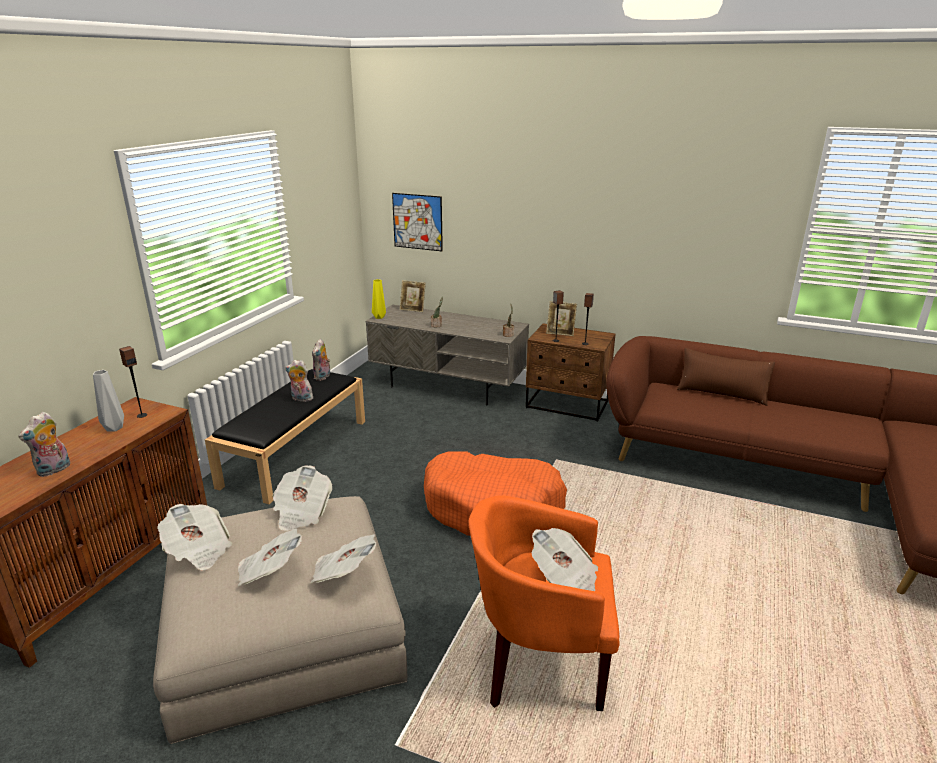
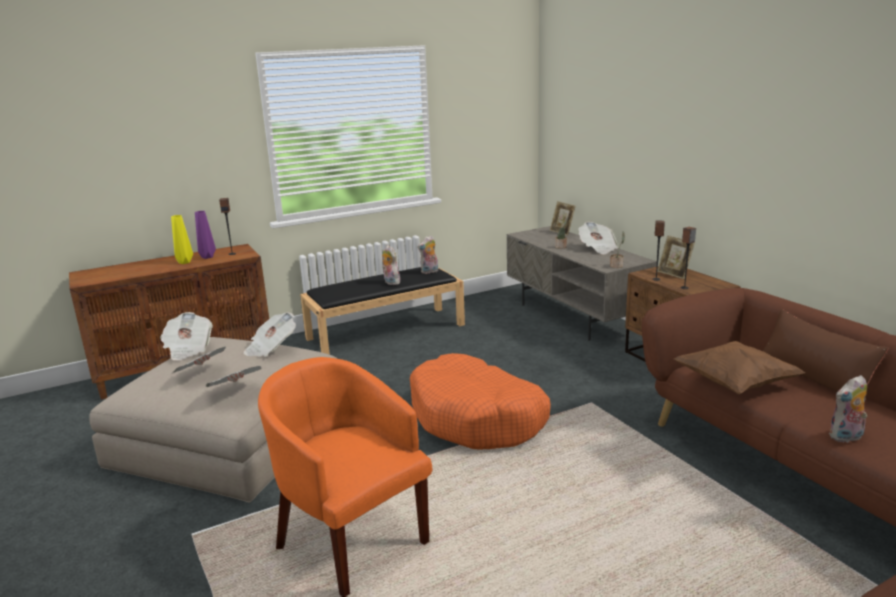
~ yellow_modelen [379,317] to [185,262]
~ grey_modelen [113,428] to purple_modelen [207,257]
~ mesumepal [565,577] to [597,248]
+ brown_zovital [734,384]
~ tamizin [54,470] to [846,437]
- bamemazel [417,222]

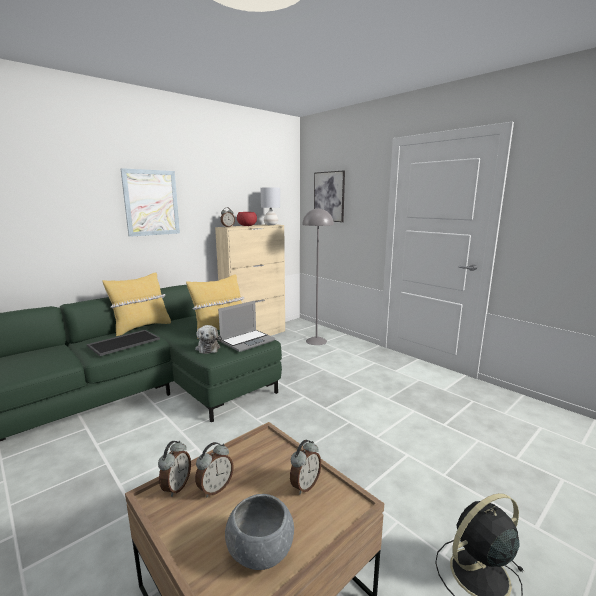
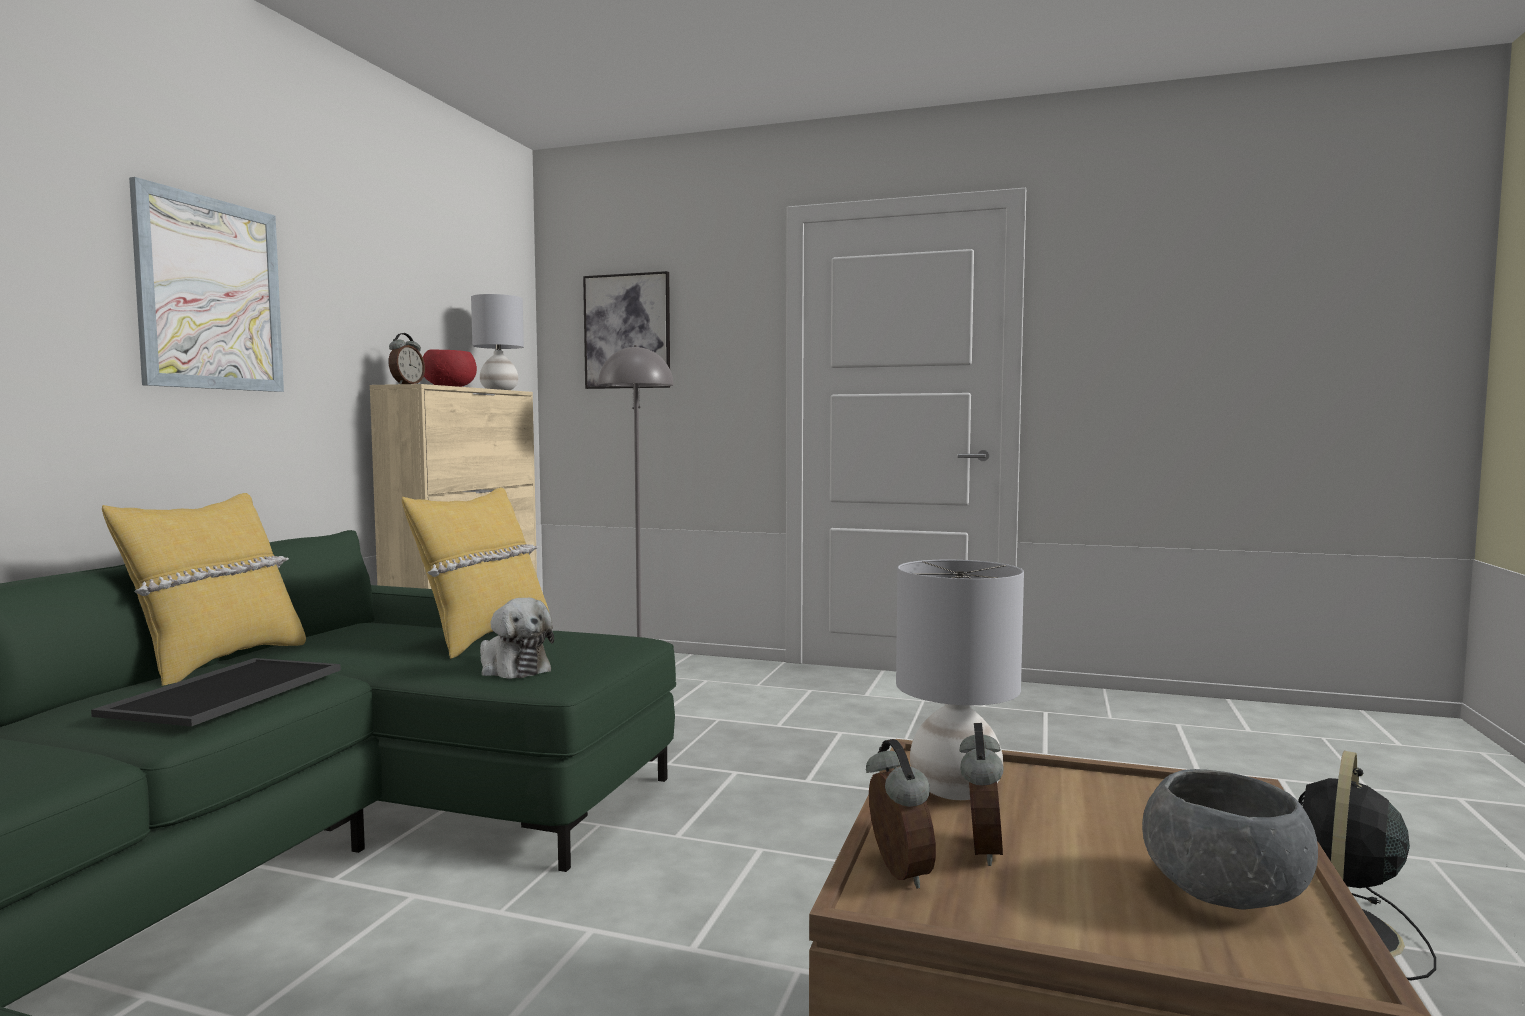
+ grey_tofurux [955,791]
- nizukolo [247,341]
- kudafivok [304,485]

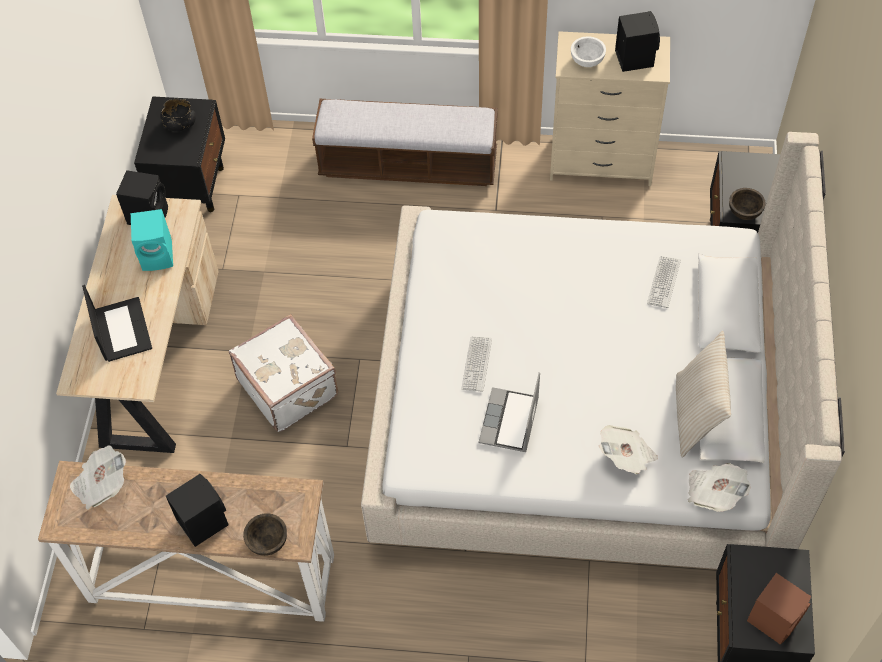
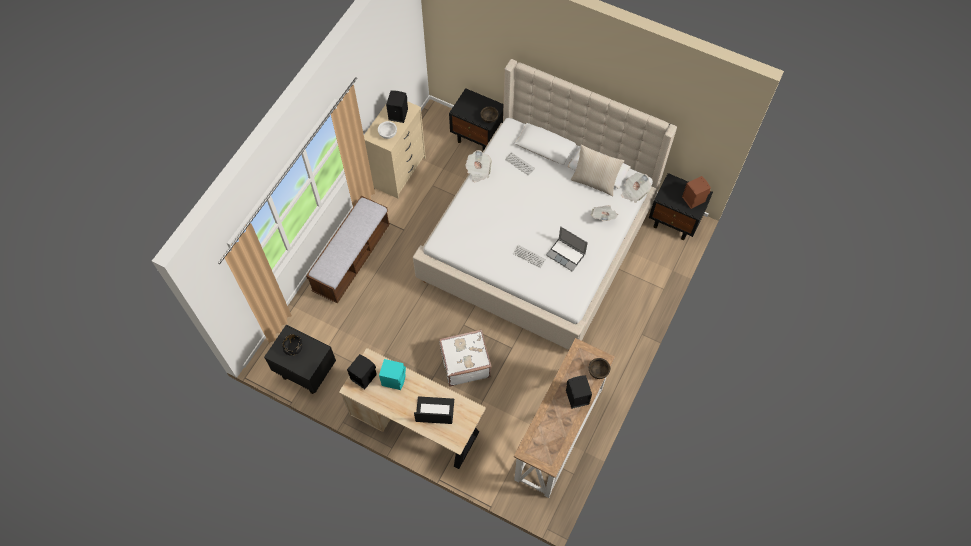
~ mesumepal [101,484] to [478,171]

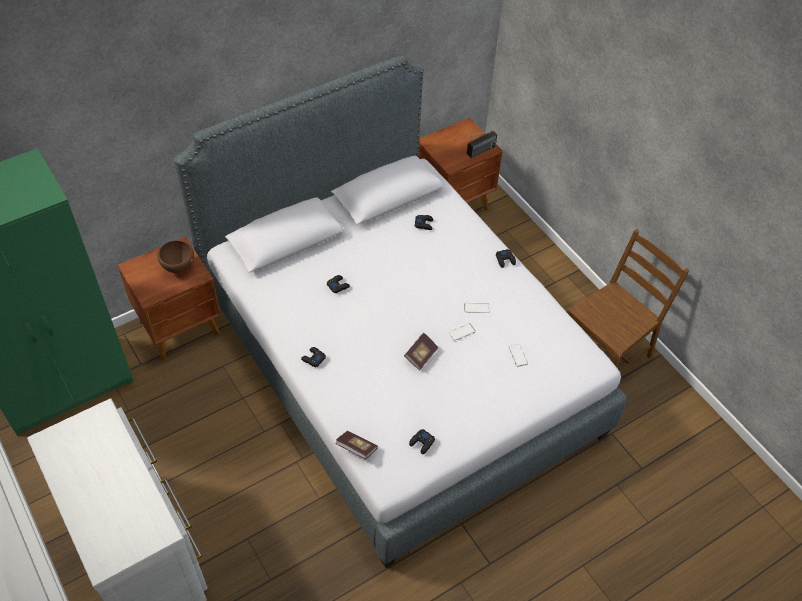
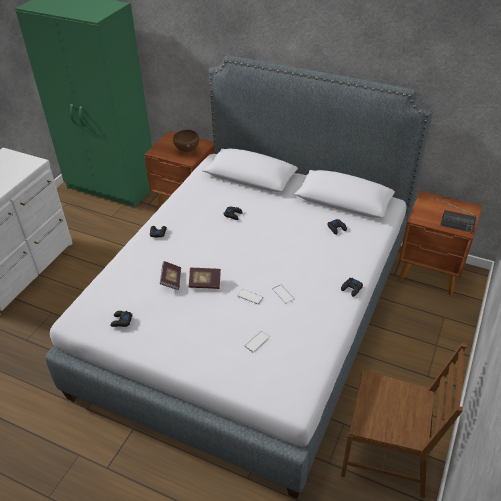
~ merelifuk [356,448] to [171,280]

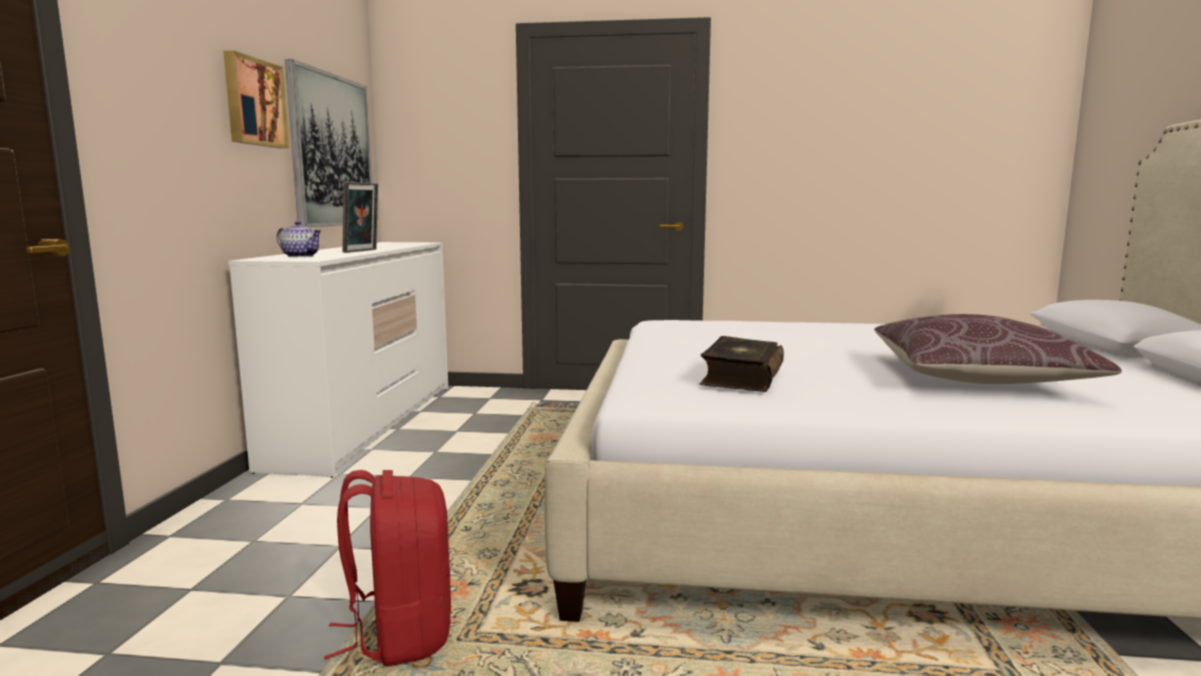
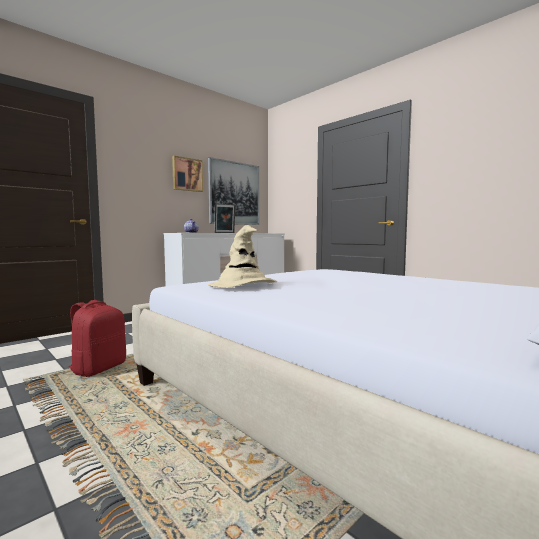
~ merelifuk [740,378] to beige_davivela [243,285]
- brown_zovital [976,379]

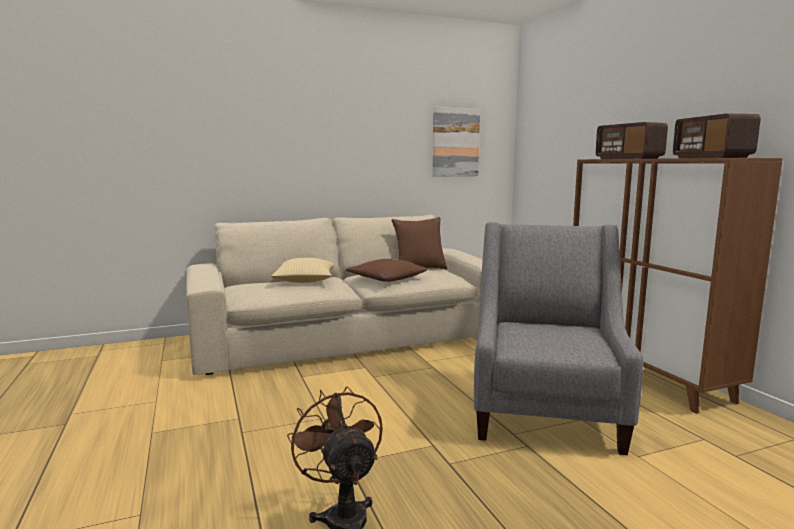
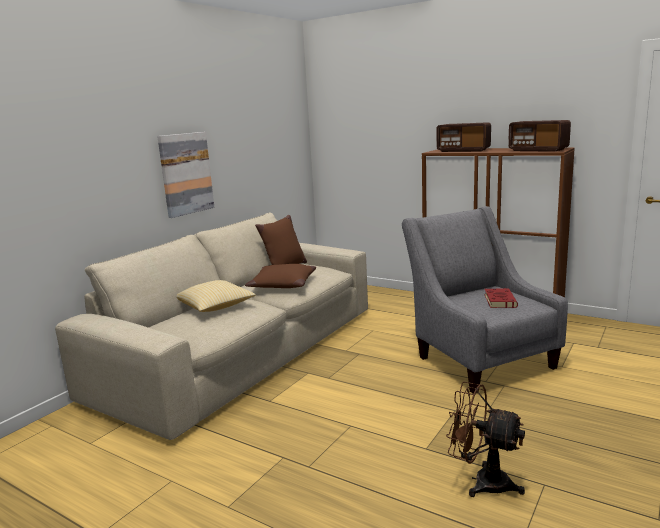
~ bamemazel [455,142] to [185,173]
+ red_merelifuk [499,300]

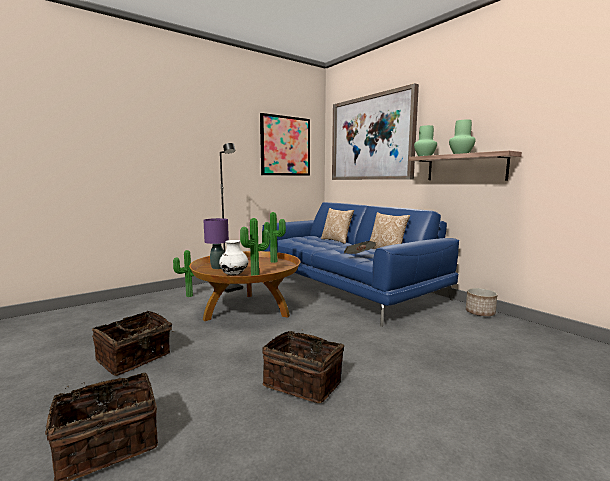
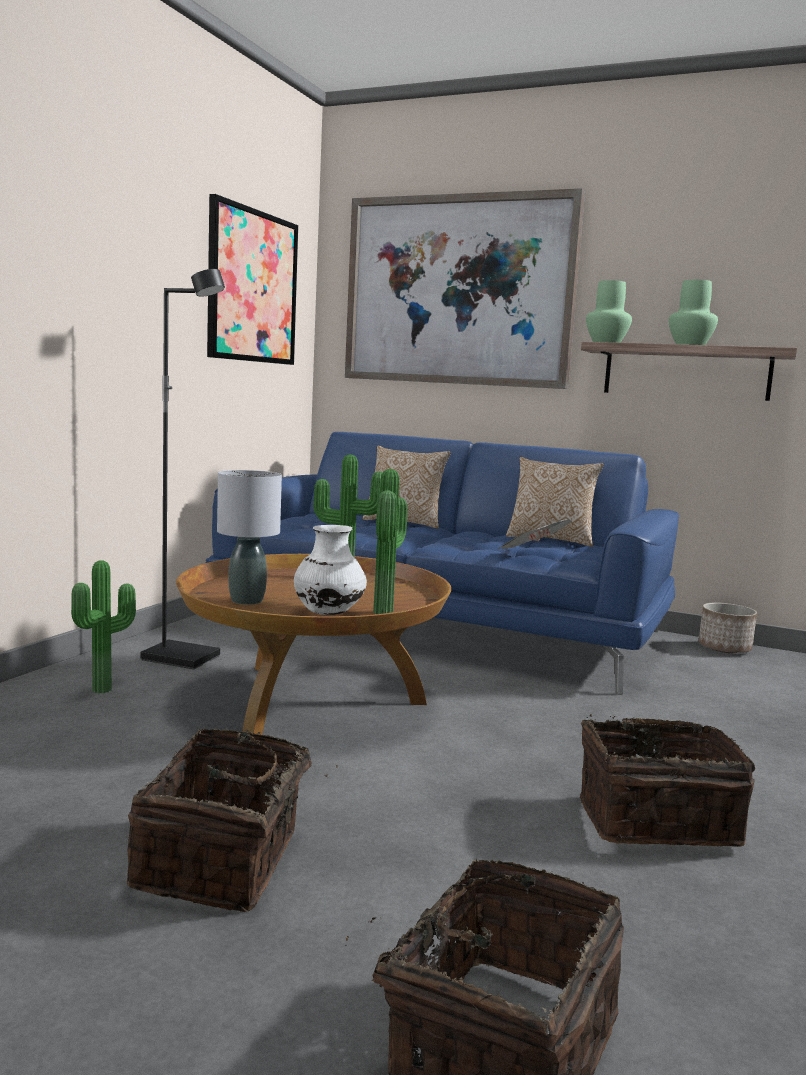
~ purple_tofurux [217,267] to grey_tofurux [246,601]

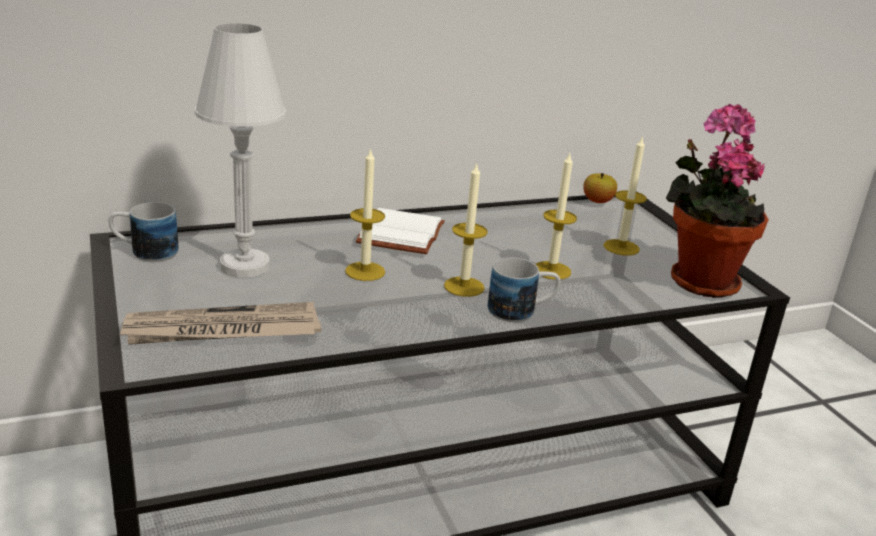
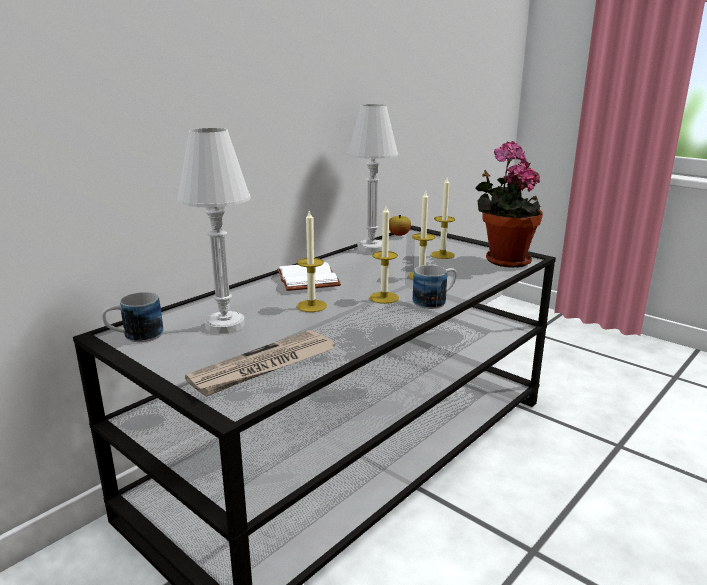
+ white_tofurux [371,248]

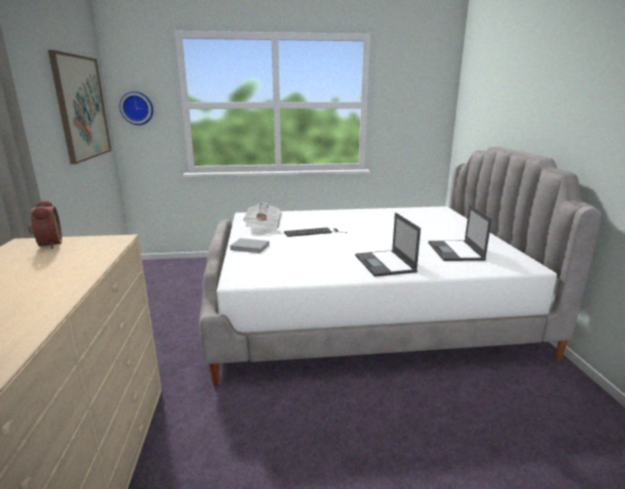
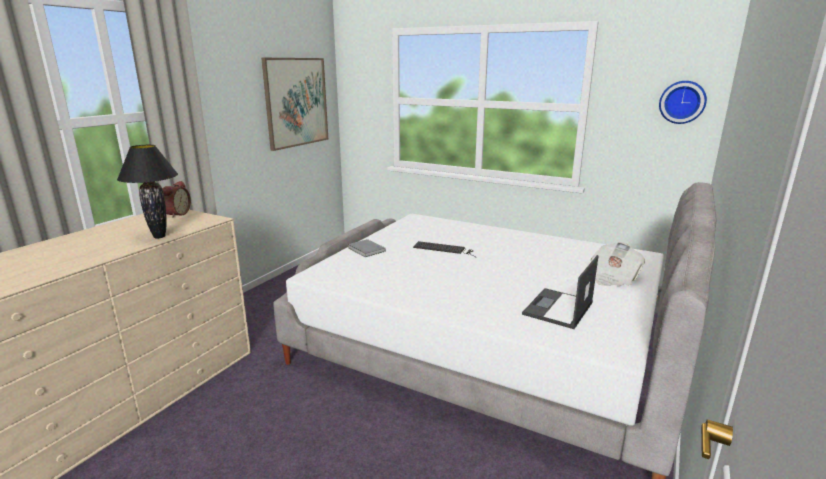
+ black_tofurux [159,236]
~ mesumepal [262,230] to [613,277]
~ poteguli [137,108] to [682,102]
- nizukolo [385,264]

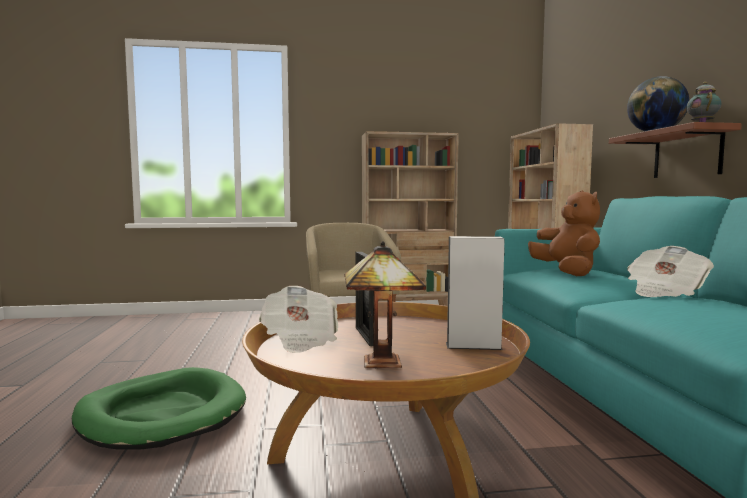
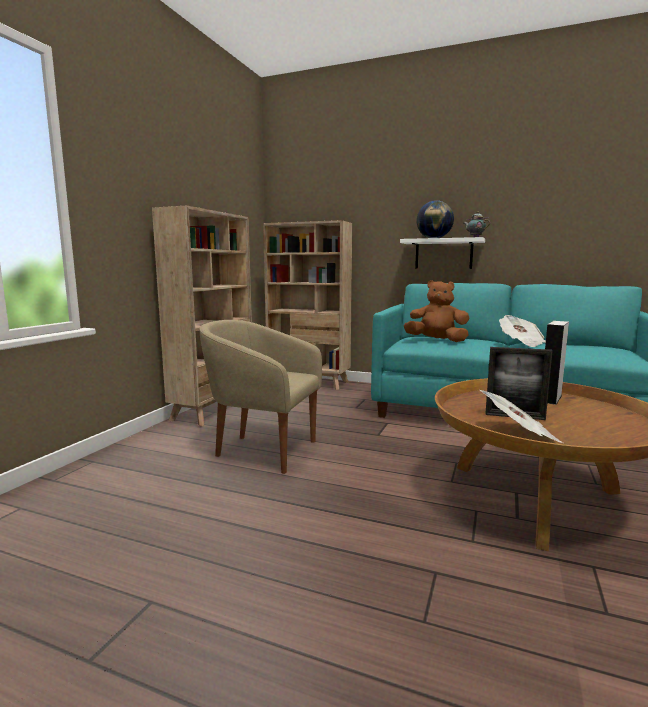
~ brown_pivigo [687,154] to white_pivigo [443,254]
- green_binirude [162,414]
- tofurux [379,361]

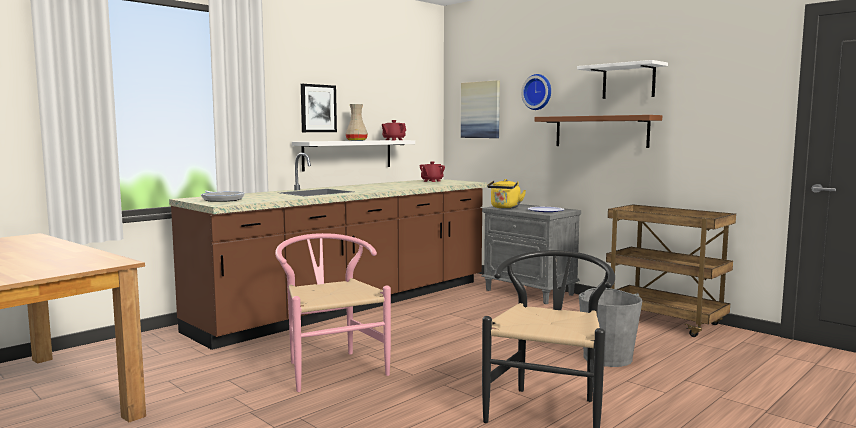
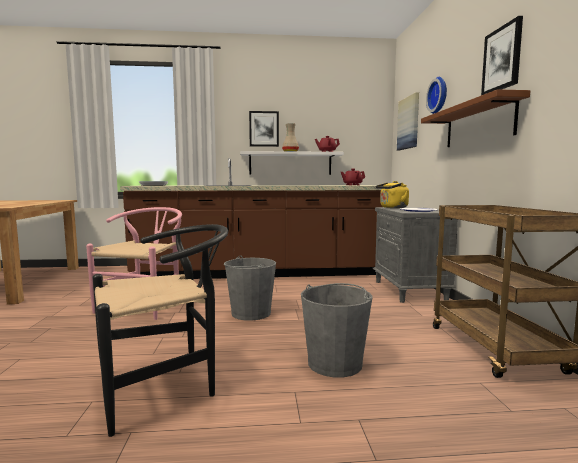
+ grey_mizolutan [250,313]
~ white_pivigo [628,81] to bamemazel [502,58]

